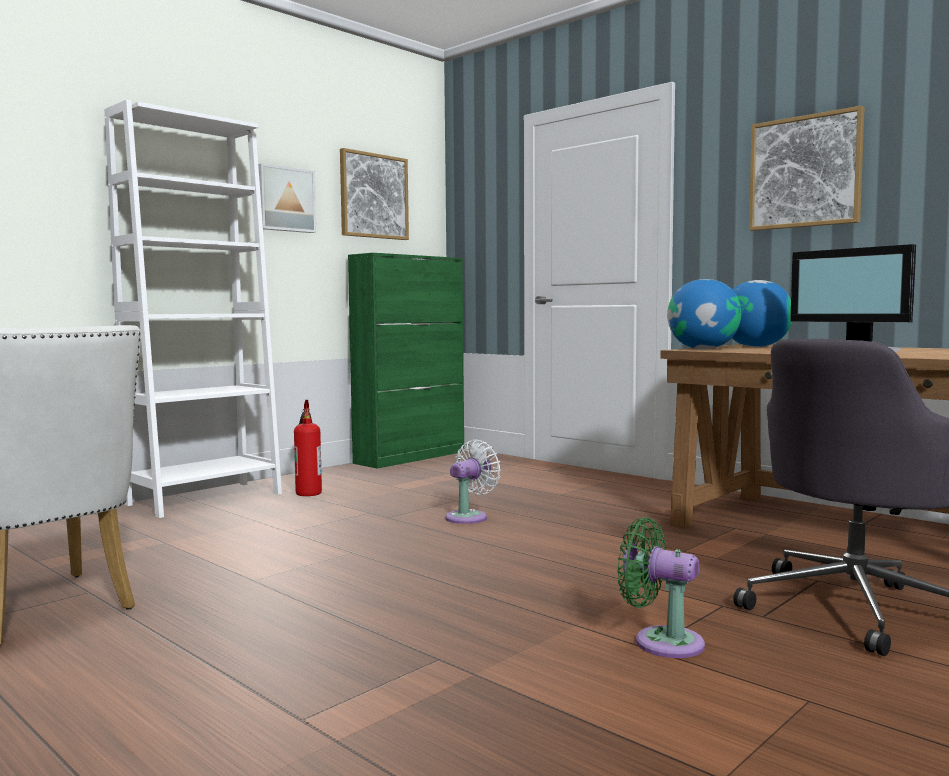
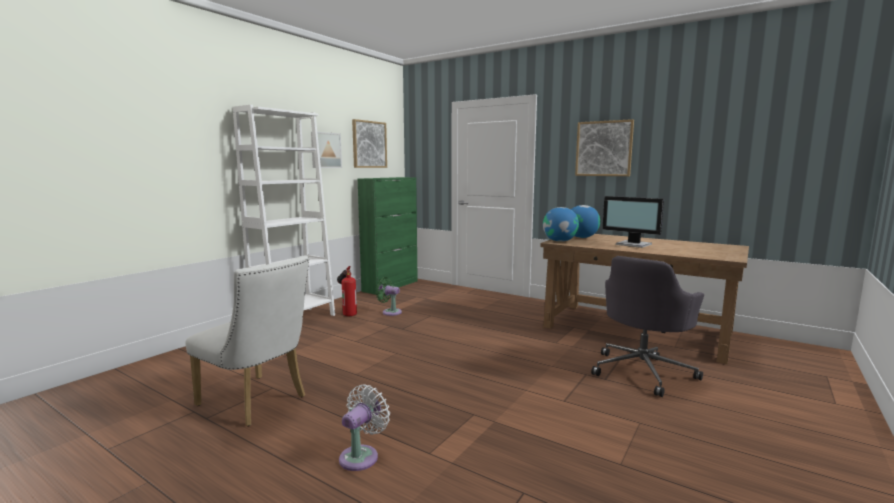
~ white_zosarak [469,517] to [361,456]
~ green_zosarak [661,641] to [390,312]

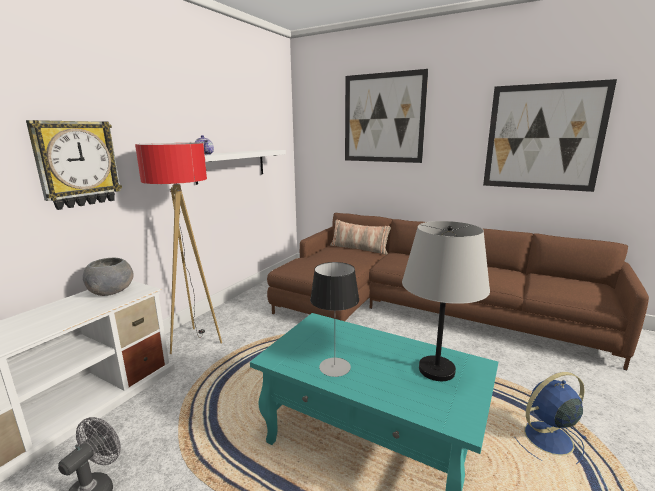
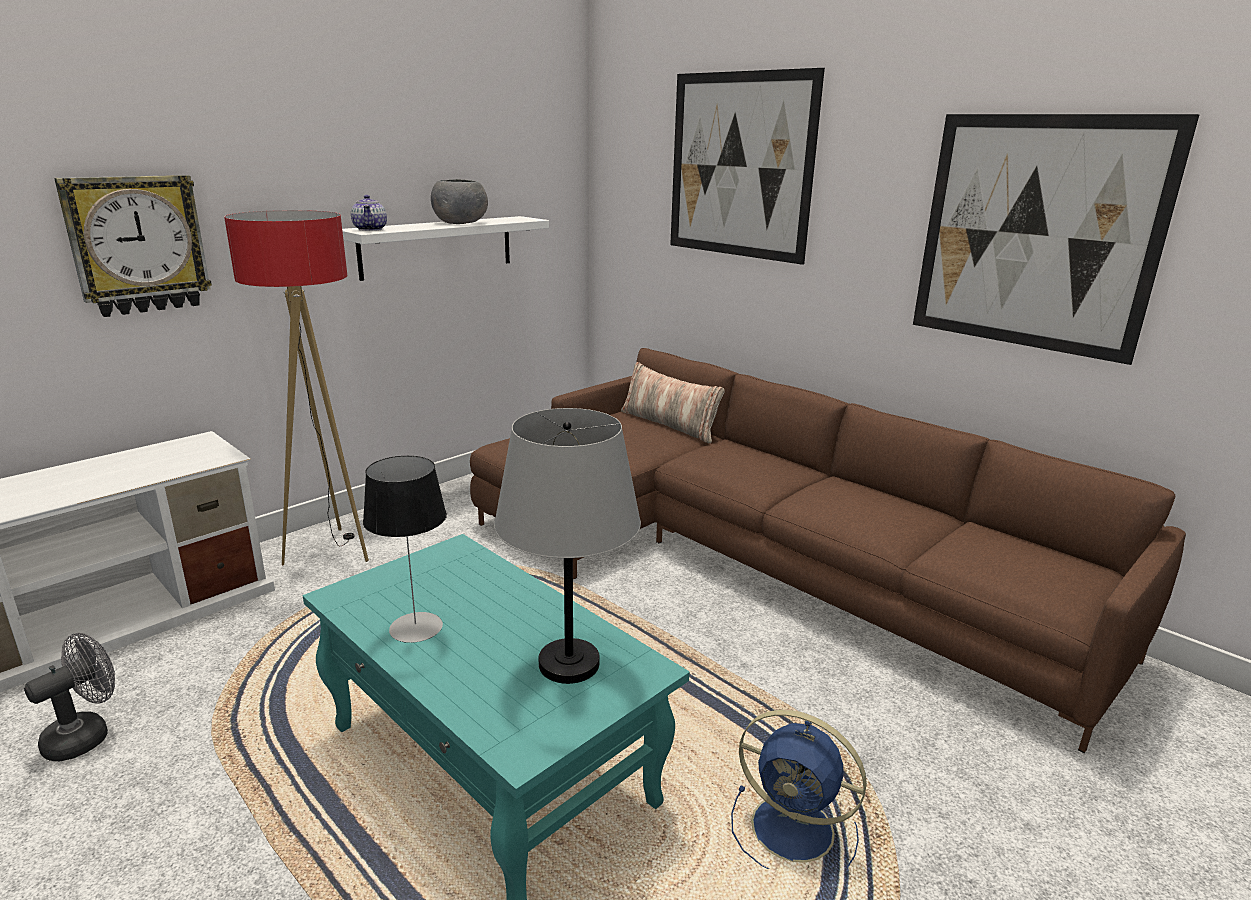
~ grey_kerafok [112,291] to [461,223]
~ blue_zosarak [546,438] = [796,830] 150 degrees counterclockwise

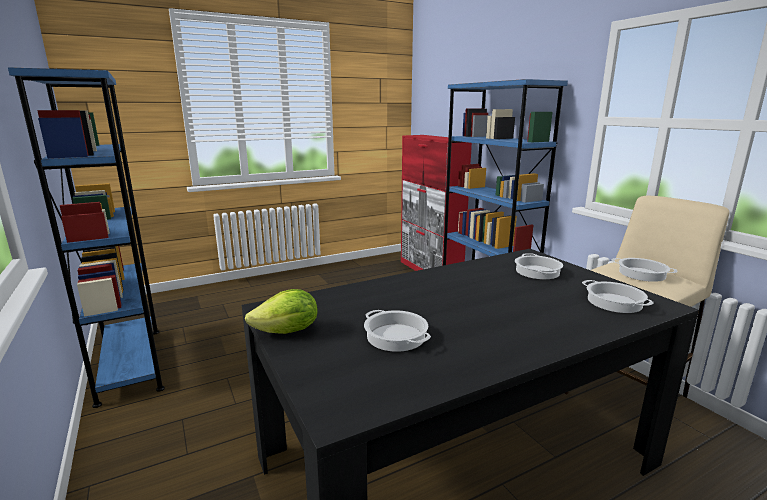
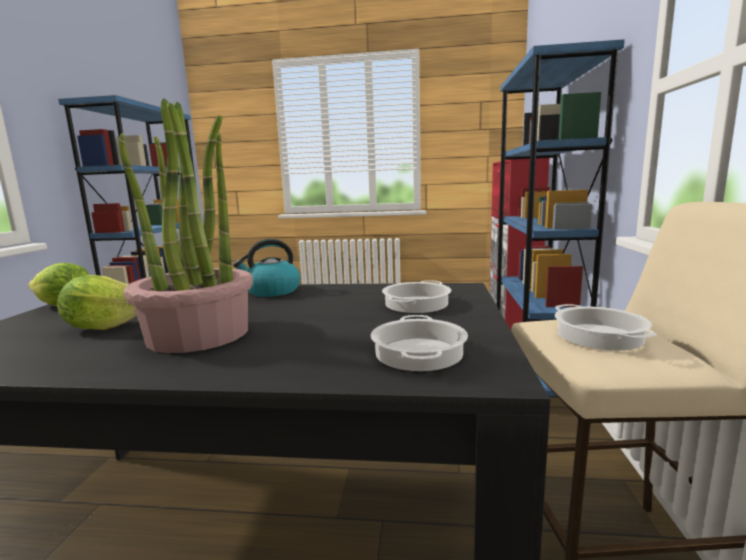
~ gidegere [395,336] to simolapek [105,326]
+ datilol [199,334]
+ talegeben [272,291]

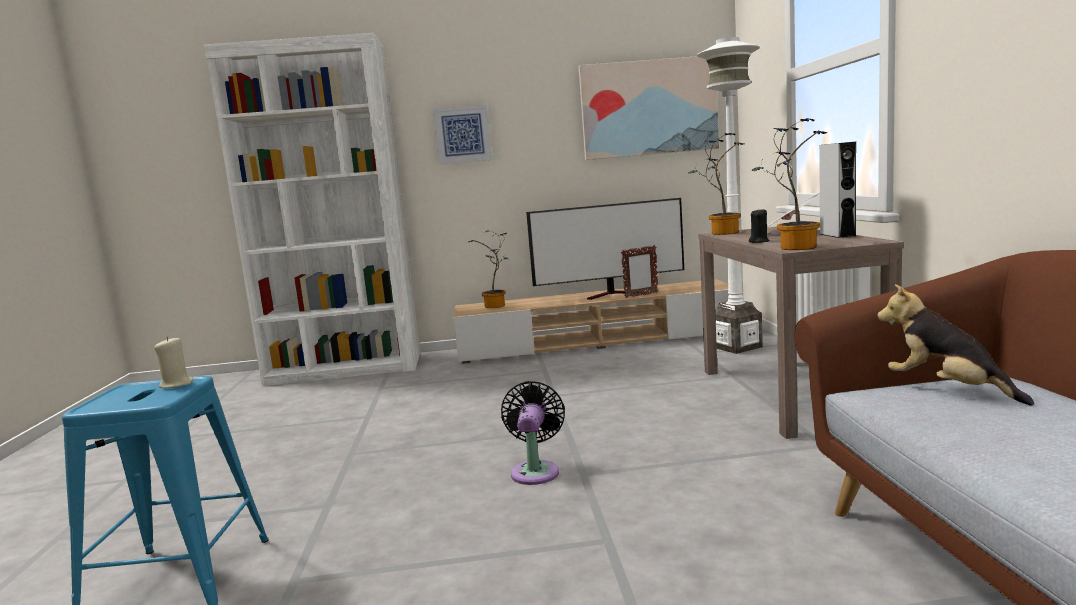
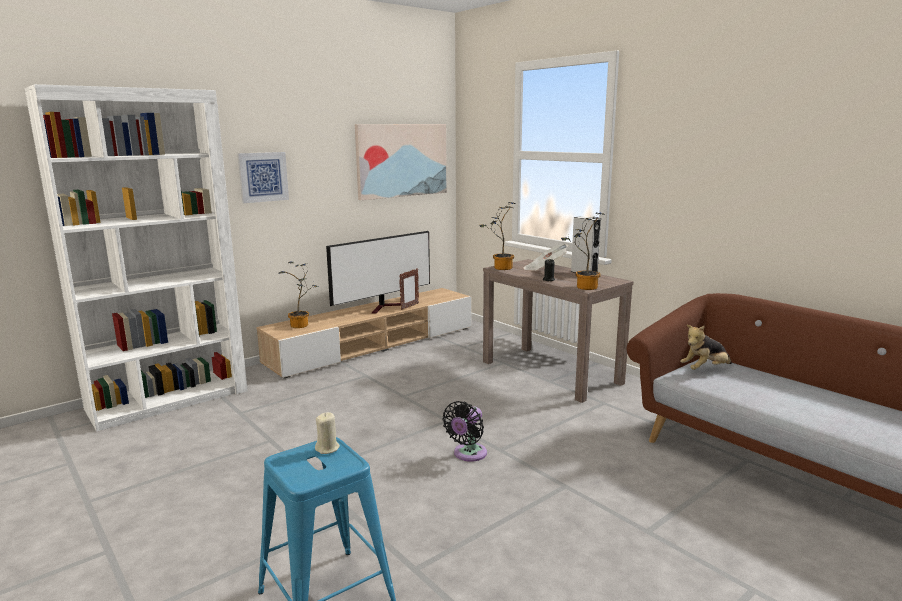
~ black_zosarak [536,471] = [468,454] 120 degrees counterclockwise
~ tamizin [947,389] = [705,369] 45 degrees counterclockwise
- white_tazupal [737,347]

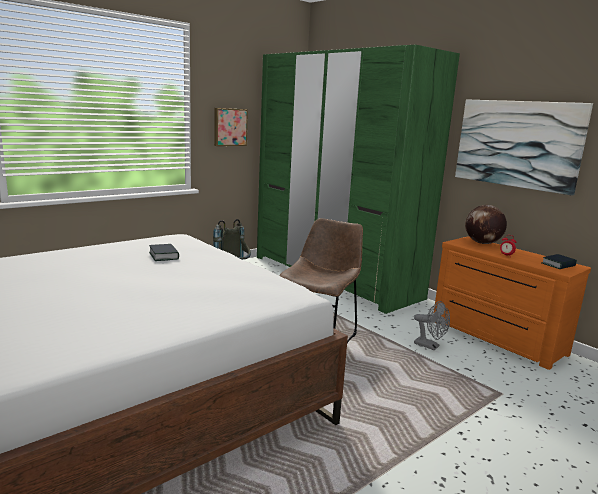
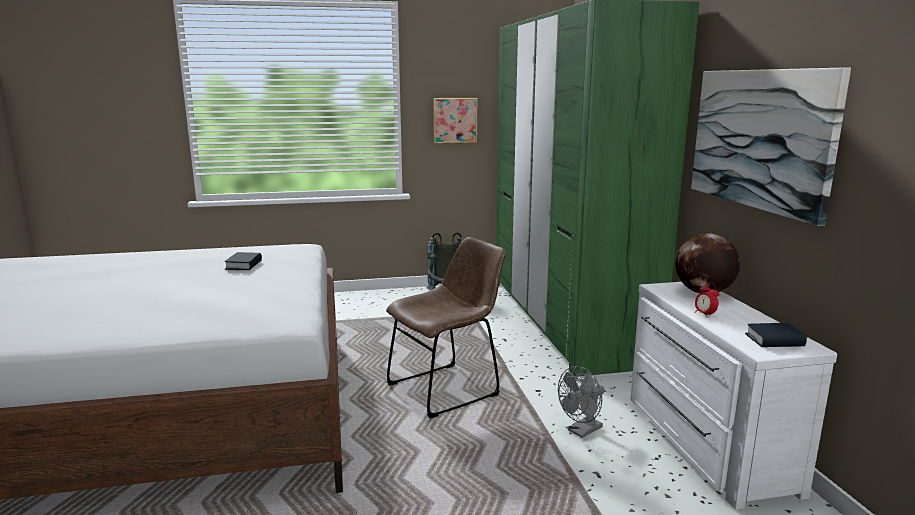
~ grey_zosarak [430,346] = [581,431] 75 degrees clockwise
~ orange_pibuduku [495,338] to white_pibuduku [703,443]

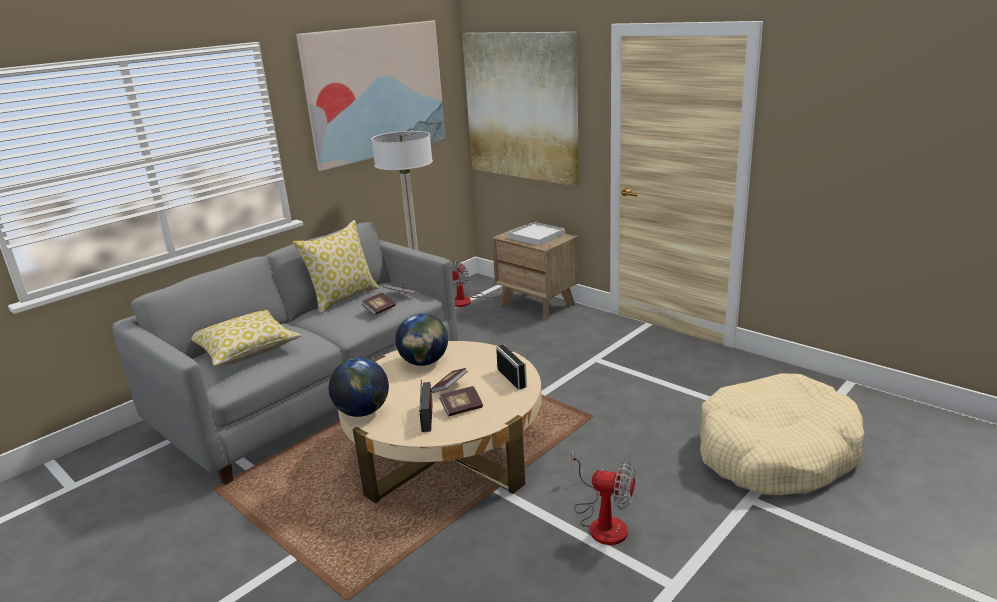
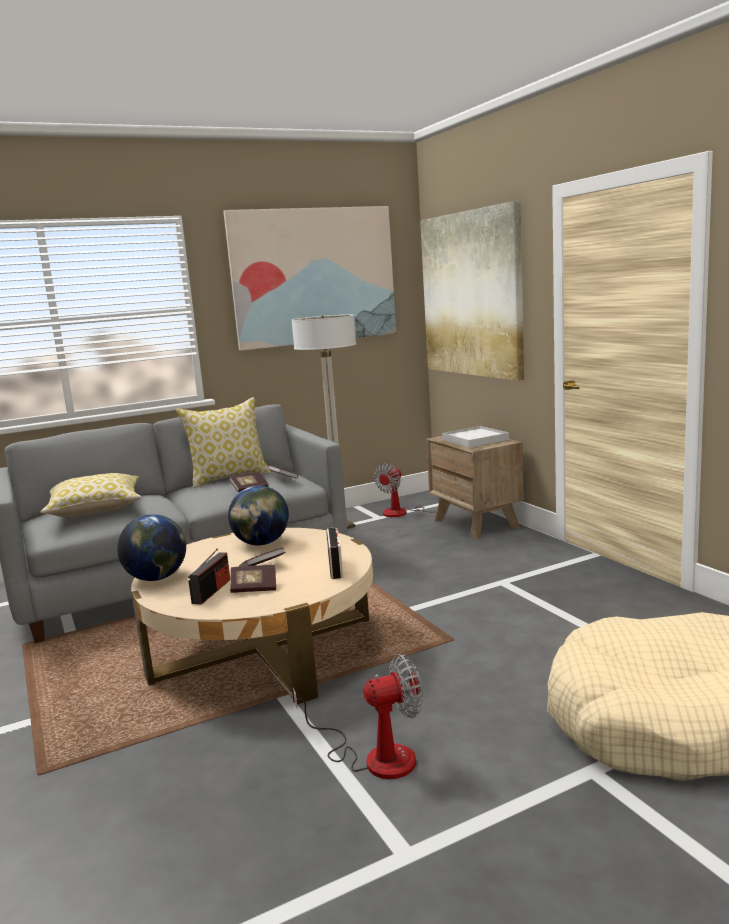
~ zosarak [602,522] = [374,756] 60 degrees counterclockwise

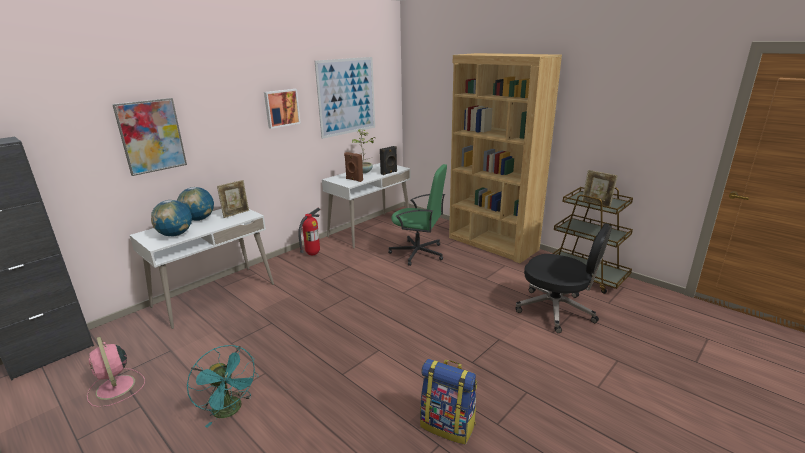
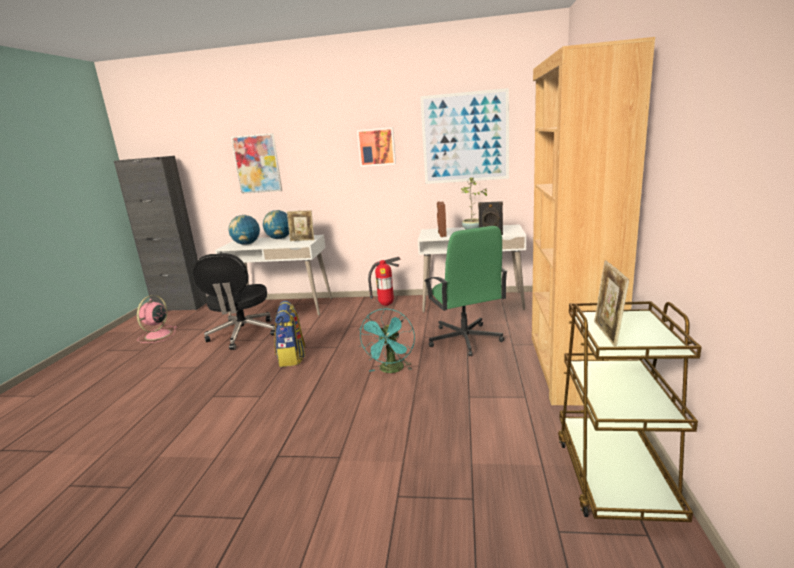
~ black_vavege [557,310] to [243,334]
~ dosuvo [448,425] to [292,357]
~ turquoise_zosarak [231,411] to [391,370]

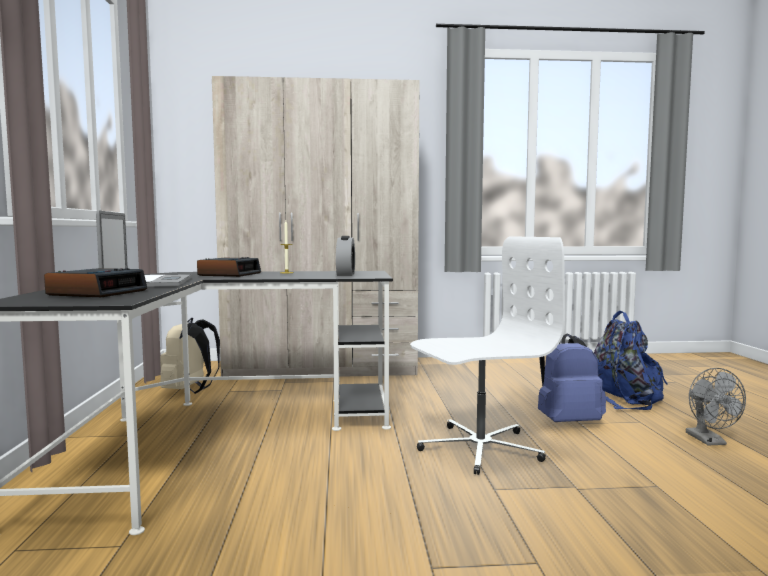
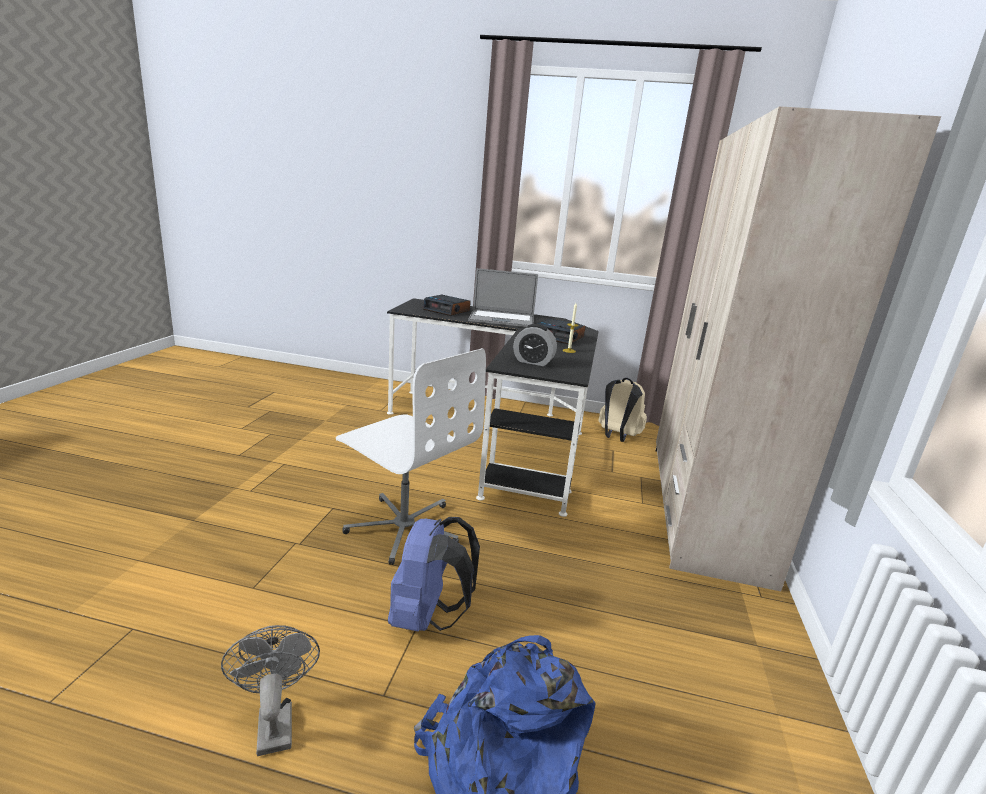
~ grey_zosarak [710,441] = [274,721] 60 degrees clockwise
~ white_vavege [479,448] = [404,527] 45 degrees counterclockwise

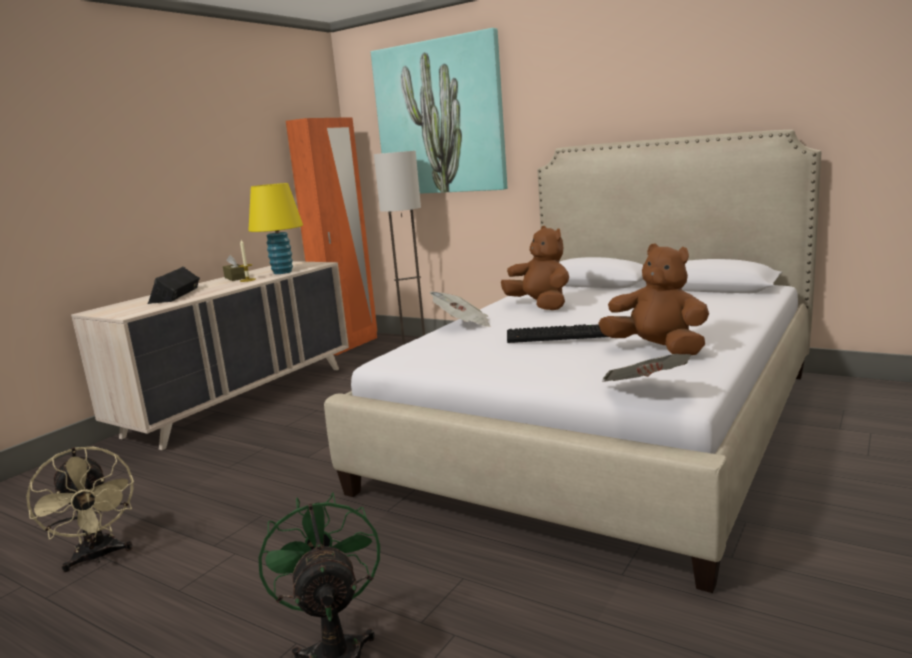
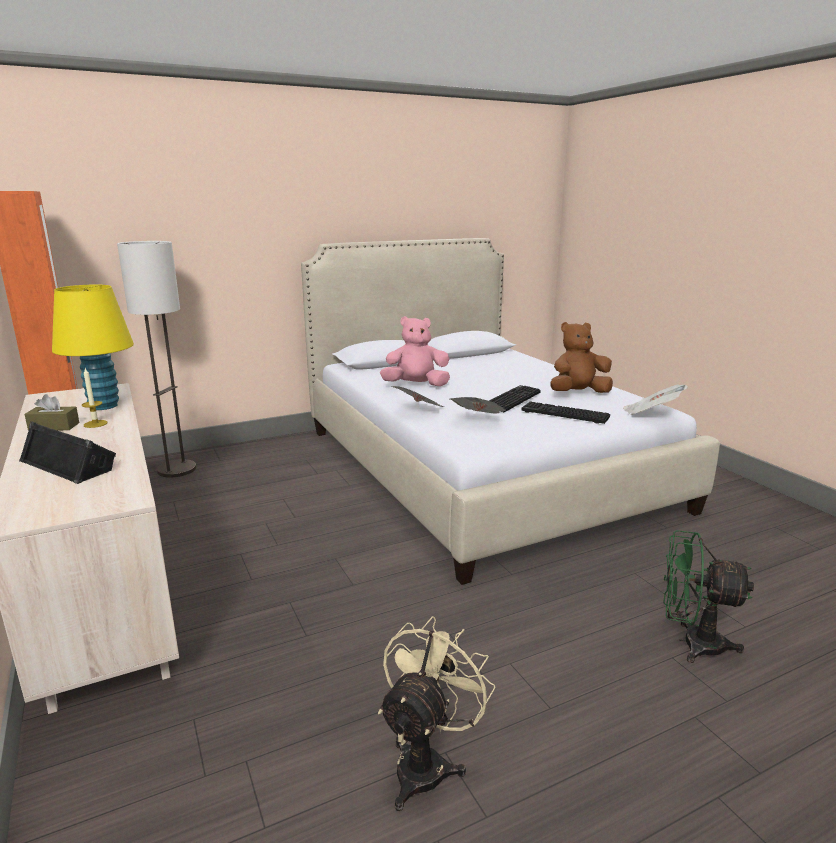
~ beige_zosarak [98,557] = [427,763] 60 degrees counterclockwise
~ brown_tamizin [540,306] to pink_tamizin [416,385]
+ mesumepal [479,420]
+ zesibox [563,414]
- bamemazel [440,118]

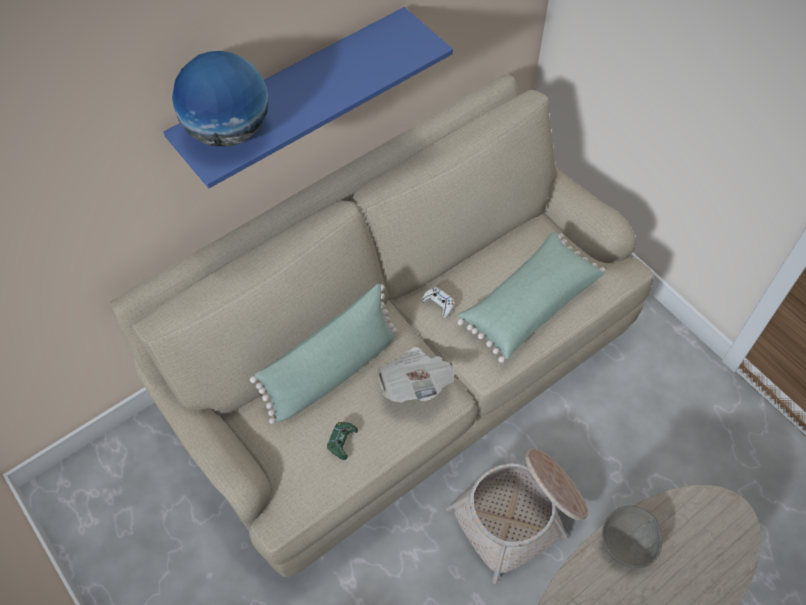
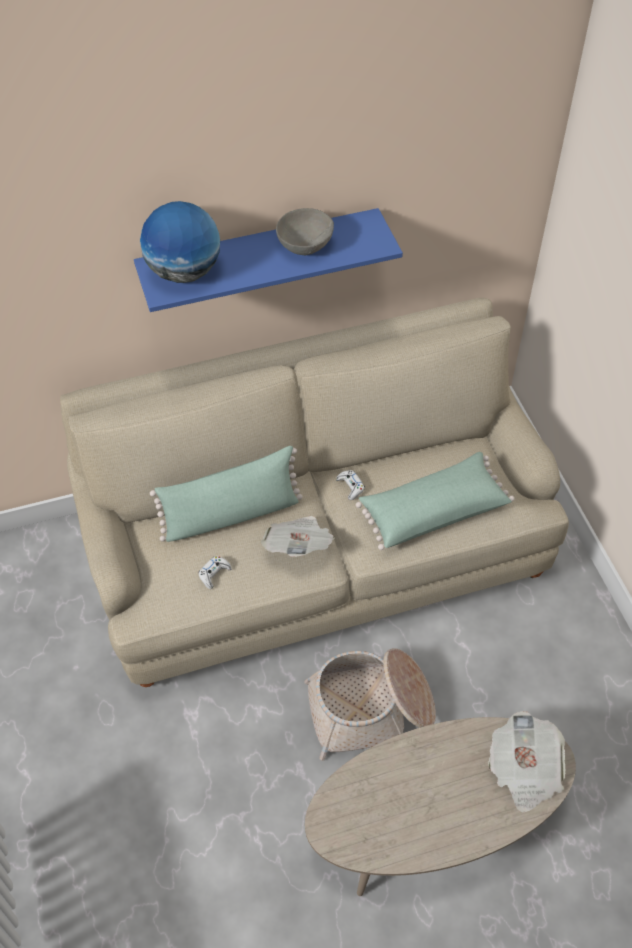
~ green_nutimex [342,441] to white_nutimex [214,574]
~ grey_kerafok [627,542] to [305,246]
+ mesumepal [524,771]

